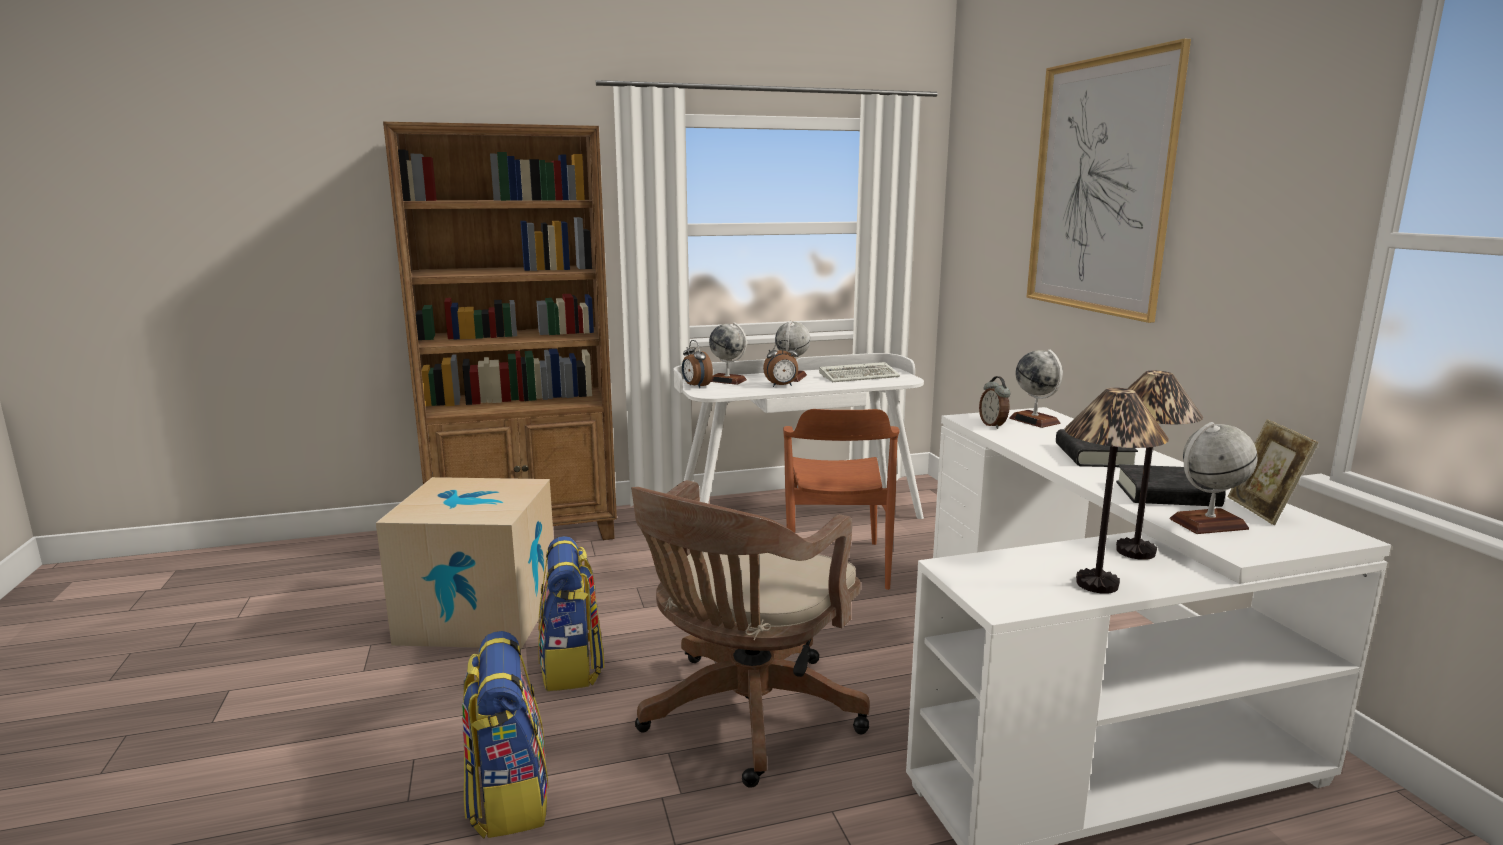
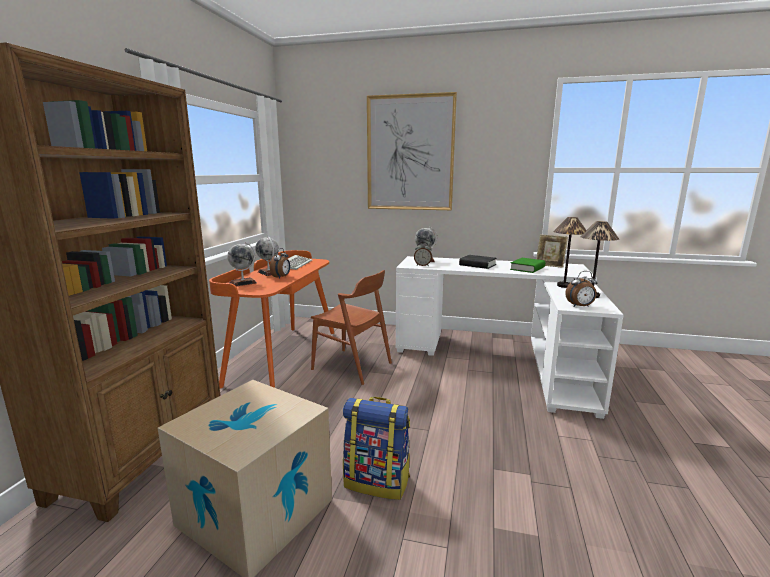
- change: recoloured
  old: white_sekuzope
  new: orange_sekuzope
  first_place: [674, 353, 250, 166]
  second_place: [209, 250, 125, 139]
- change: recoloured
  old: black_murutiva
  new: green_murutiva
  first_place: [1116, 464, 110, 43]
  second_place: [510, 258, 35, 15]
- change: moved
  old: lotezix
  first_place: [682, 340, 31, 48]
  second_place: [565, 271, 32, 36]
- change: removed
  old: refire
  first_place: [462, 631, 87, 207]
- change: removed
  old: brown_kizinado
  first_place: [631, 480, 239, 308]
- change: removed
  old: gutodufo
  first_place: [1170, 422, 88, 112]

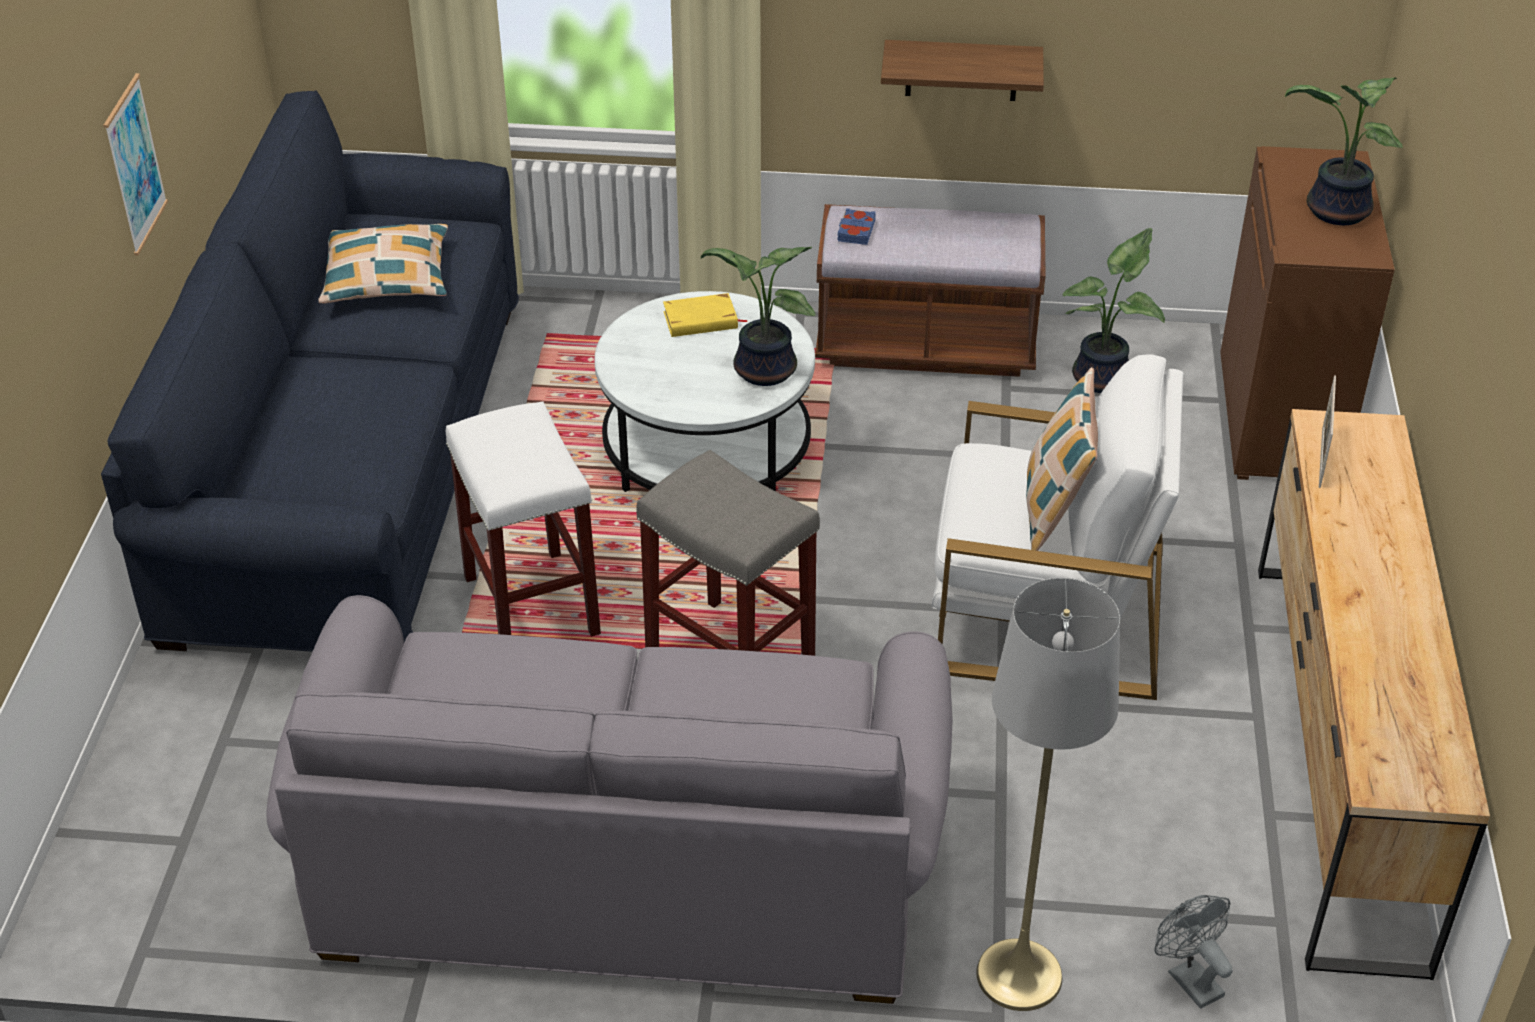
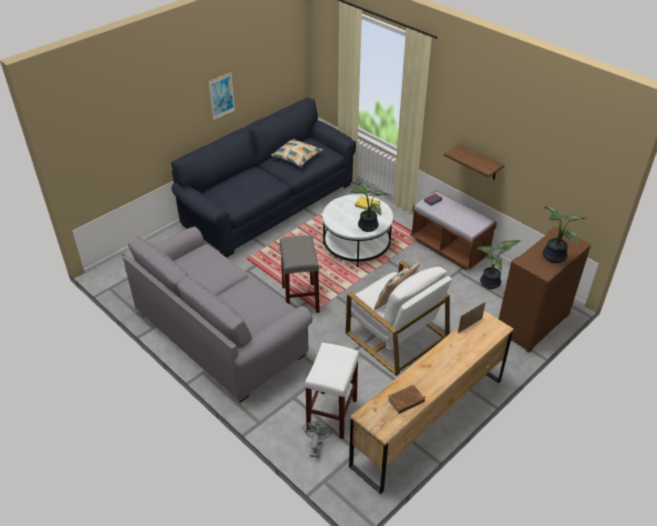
- change: moved
  old: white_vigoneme
  first_place: [446, 402, 155, 235]
  second_place: [304, 343, 55, 96]
- change: added
  new: brown_murutiva
  second_place: [388, 385, 38, 29]
- change: removed
  old: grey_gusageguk
  first_place: [976, 578, 144, 433]

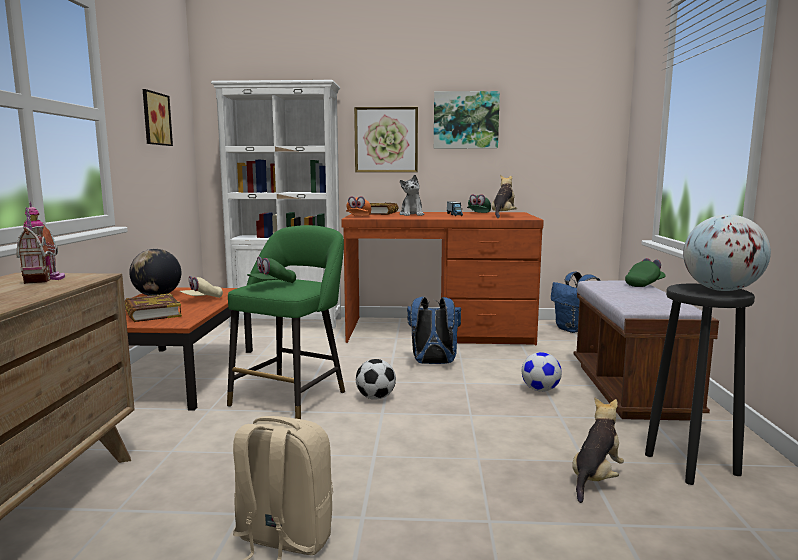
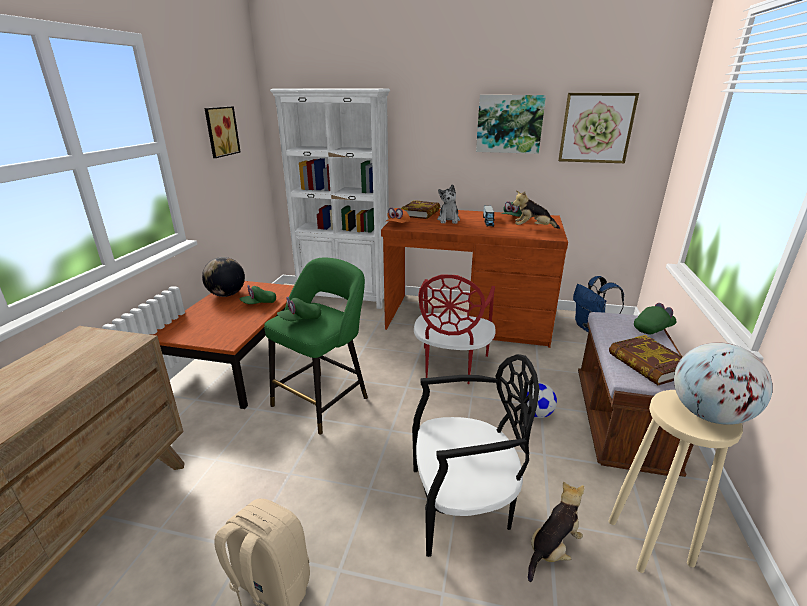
- change: recoloured
  old: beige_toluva
  new: green_toluva
  first_place: [179, 276, 44, 22]
  second_place: [239, 285, 37, 19]
- change: added
  new: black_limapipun
  second_place: [412, 354, 127, 203]
- change: replaced
  old: blue_refire
  new: red_limapipun
  first_place: [407, 297, 54, 67]
  second_place: [414, 274, 82, 110]
- change: turned
  old: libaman
  first_place: [491, 175, 26, 43]
  second_place: [513, 190, 47, 39]
  degrees: -120
- change: moved
  old: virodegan
  first_place: [354, 107, 64, 65]
  second_place: [558, 93, 81, 70]
- change: moved
  old: murutiva
  first_place: [125, 294, 57, 28]
  second_place: [609, 335, 74, 50]
- change: recoloured
  old: black_vigoneme
  new: beige_vigoneme
  first_place: [645, 283, 110, 202]
  second_place: [609, 390, 134, 183]
- change: removed
  old: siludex
  first_place: [16, 202, 49, 82]
- change: removed
  old: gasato
  first_place: [356, 359, 40, 41]

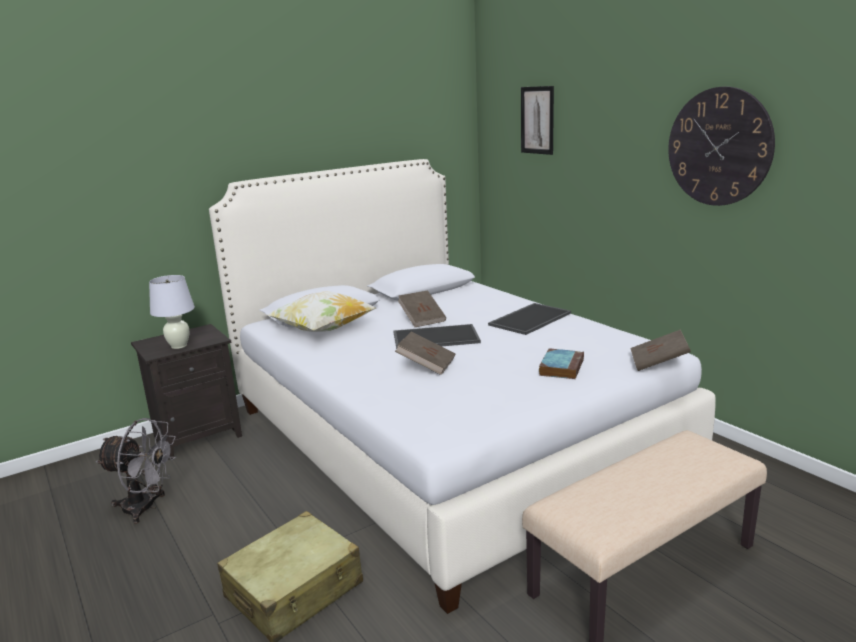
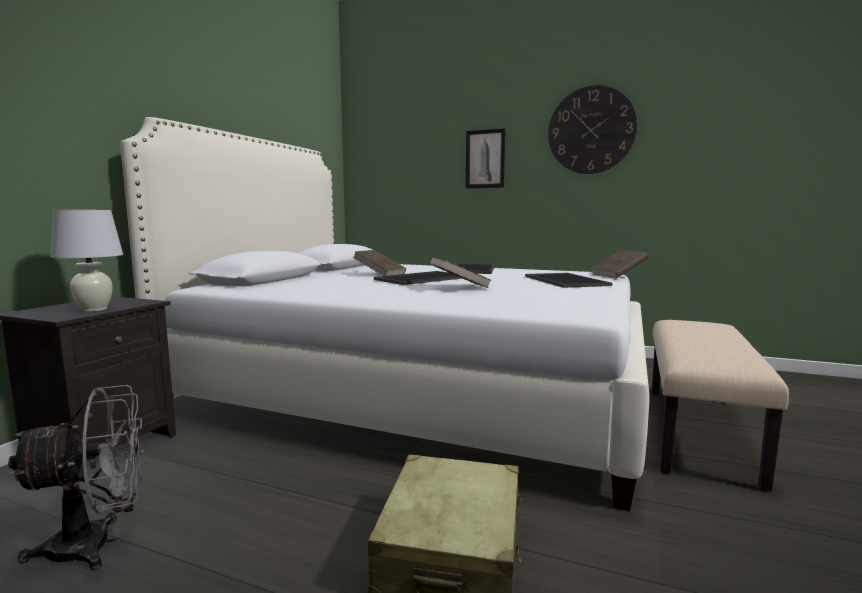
- change: moved
  old: virodegan
  first_place: [521, 86, 33, 69]
  second_place: [466, 128, 39, 60]
- change: replaced
  old: murutiva
  new: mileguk
  first_place: [539, 348, 45, 31]
  second_place: [525, 273, 87, 15]
- change: removed
  old: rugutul
  first_place: [268, 291, 108, 41]

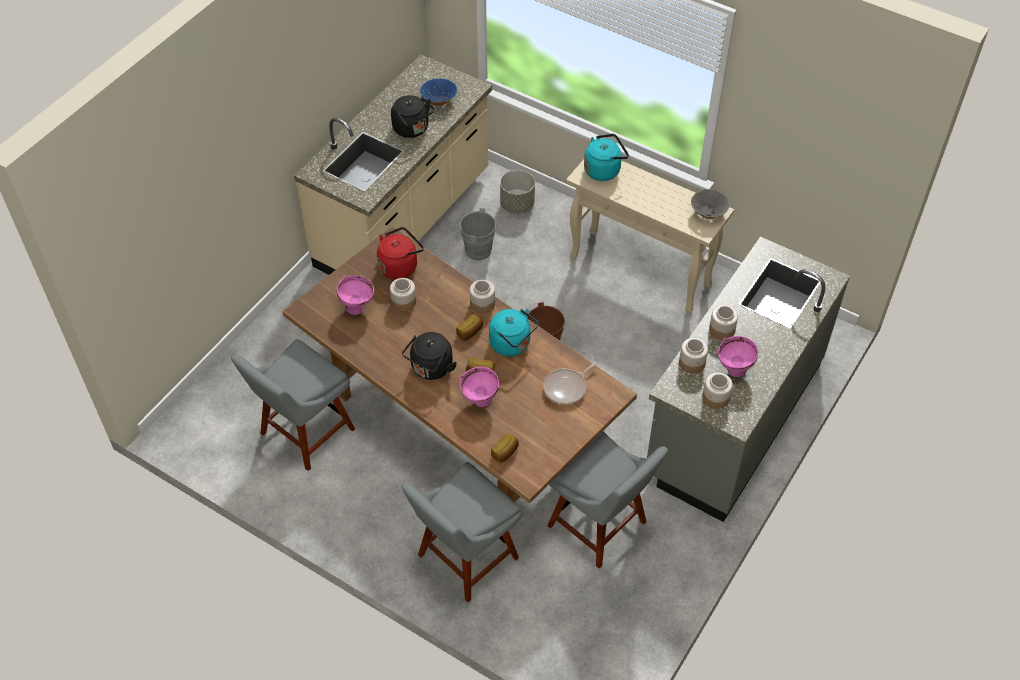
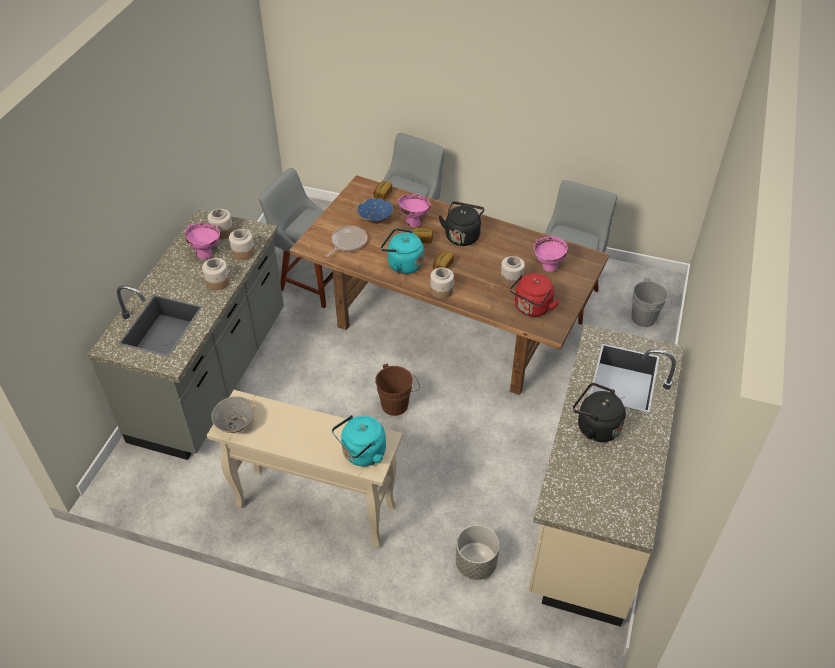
- change: moved
  old: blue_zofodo
  first_place: [420, 78, 37, 28]
  second_place: [358, 198, 35, 26]
- change: moved
  old: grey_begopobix
  first_place: [454, 208, 42, 53]
  second_place: [632, 278, 40, 49]

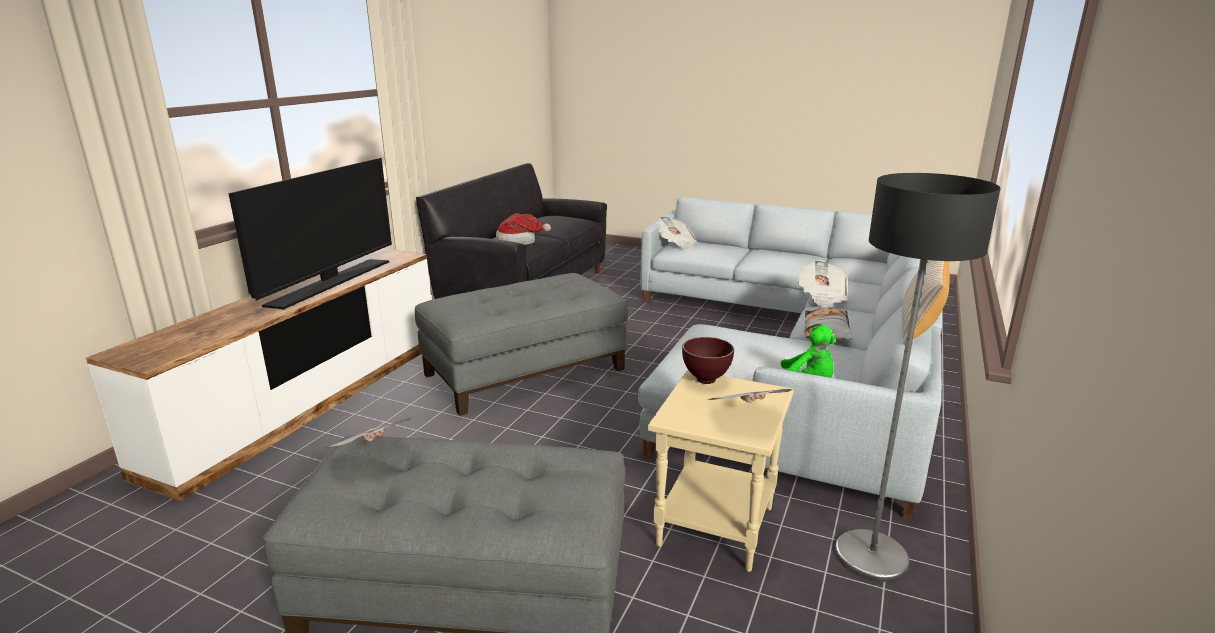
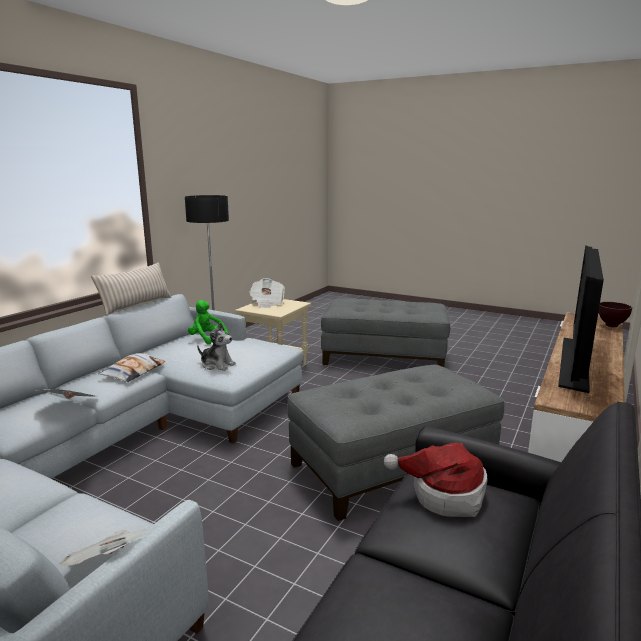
- change: added
  new: libaman
  second_place: [197, 323, 39, 48]
- change: moved
  old: brown_zofodo
  first_place: [682, 337, 52, 47]
  second_place: [598, 302, 34, 25]
- change: removed
  old: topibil
  first_place: [325, 418, 86, 31]

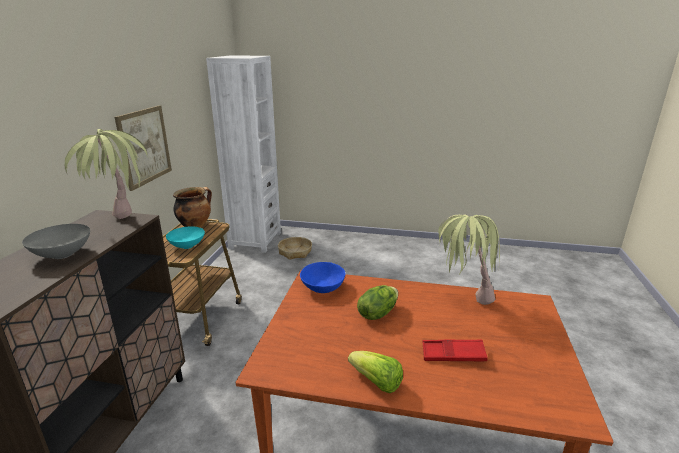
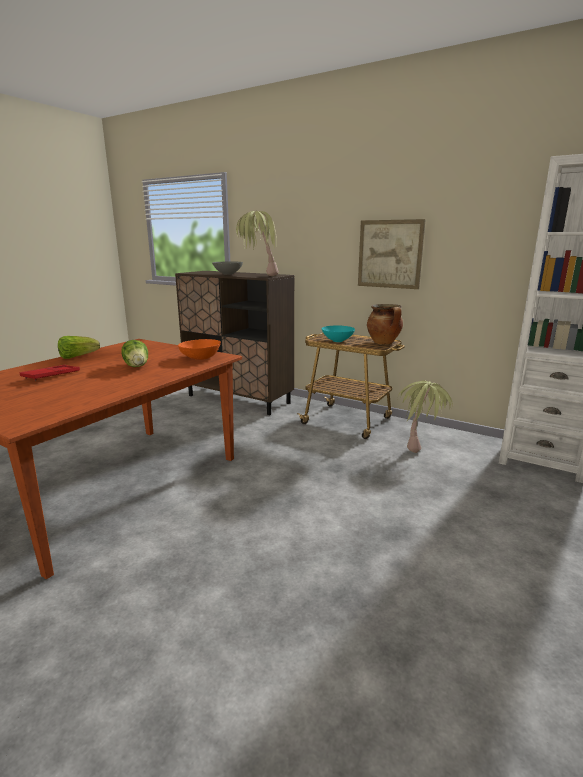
- change: recoloured
  old: blue_zofodo
  new: orange_zofodo
  first_place: [300, 262, 45, 31]
  second_place: [178, 339, 43, 21]
- change: moved
  old: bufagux
  first_place: [438, 214, 62, 91]
  second_place: [398, 380, 55, 73]
- change: removed
  old: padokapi
  first_place: [278, 237, 34, 23]

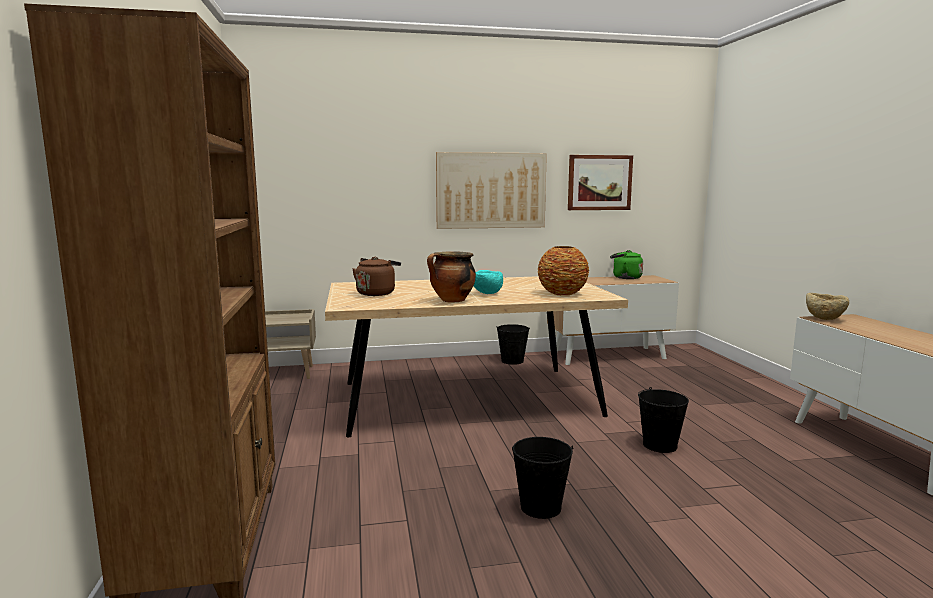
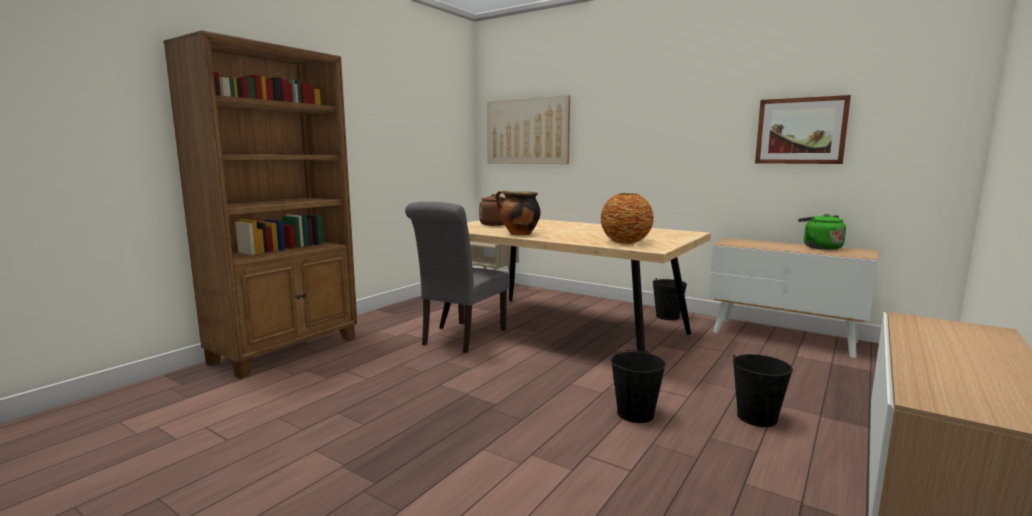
- change: added
  new: grey_limapipun
  second_place: [405, 202, 105, 151]
- change: moved
  old: virodegan
  first_place: [436, 152, 111, 77]
  second_place: [487, 95, 83, 69]
- change: moved
  old: black_begopobix
  first_place: [512, 437, 62, 82]
  second_place: [733, 354, 60, 73]
- change: removed
  old: turquoise_zofodo
  first_place: [473, 270, 30, 24]
- change: removed
  old: beige_zofodo
  first_place: [806, 293, 43, 27]

